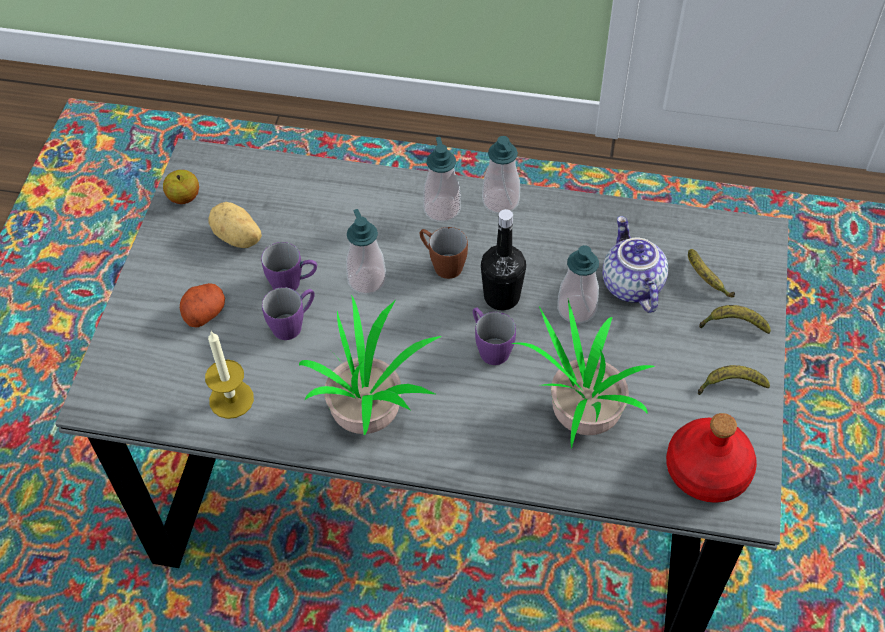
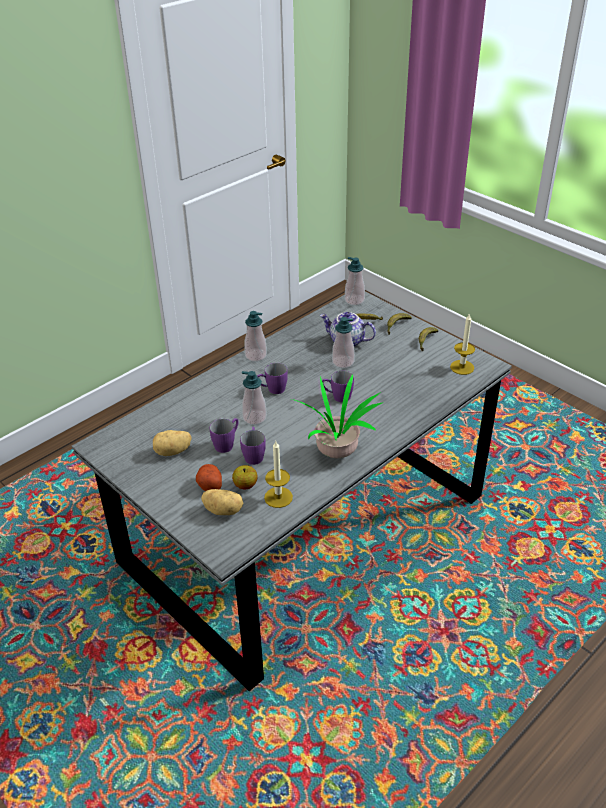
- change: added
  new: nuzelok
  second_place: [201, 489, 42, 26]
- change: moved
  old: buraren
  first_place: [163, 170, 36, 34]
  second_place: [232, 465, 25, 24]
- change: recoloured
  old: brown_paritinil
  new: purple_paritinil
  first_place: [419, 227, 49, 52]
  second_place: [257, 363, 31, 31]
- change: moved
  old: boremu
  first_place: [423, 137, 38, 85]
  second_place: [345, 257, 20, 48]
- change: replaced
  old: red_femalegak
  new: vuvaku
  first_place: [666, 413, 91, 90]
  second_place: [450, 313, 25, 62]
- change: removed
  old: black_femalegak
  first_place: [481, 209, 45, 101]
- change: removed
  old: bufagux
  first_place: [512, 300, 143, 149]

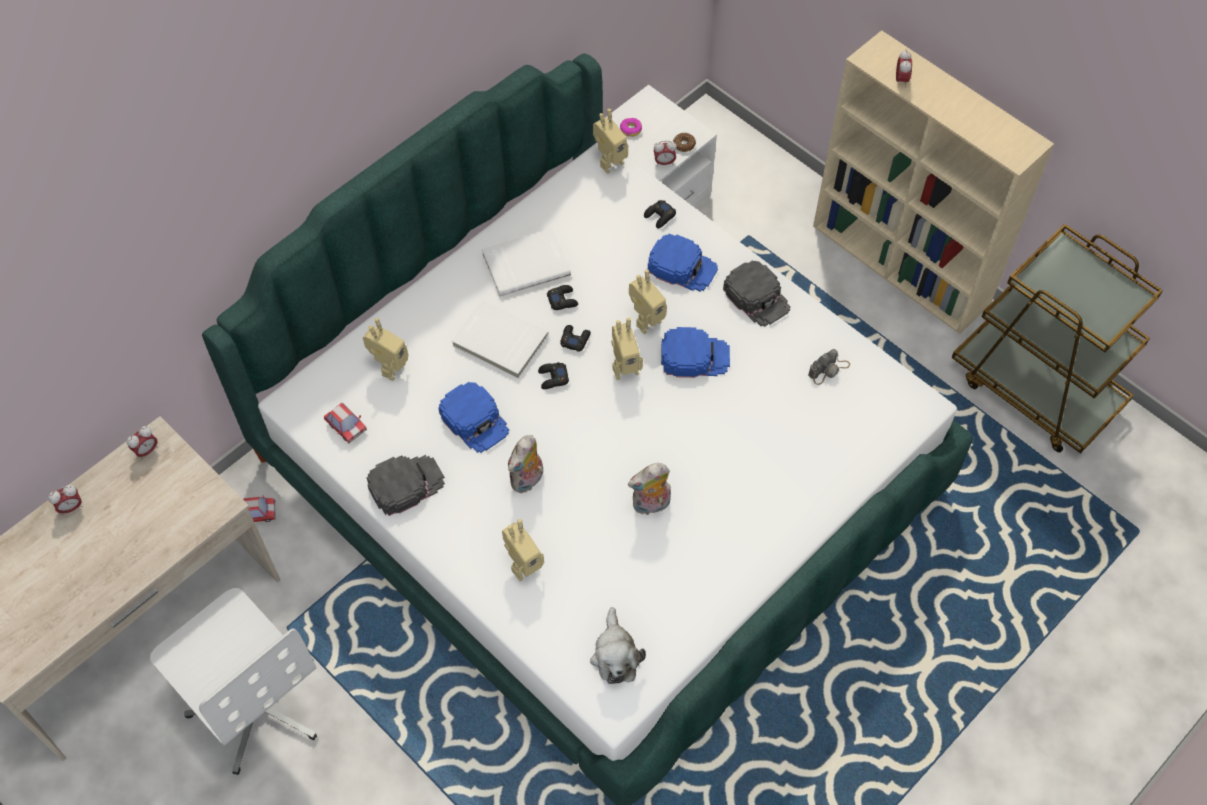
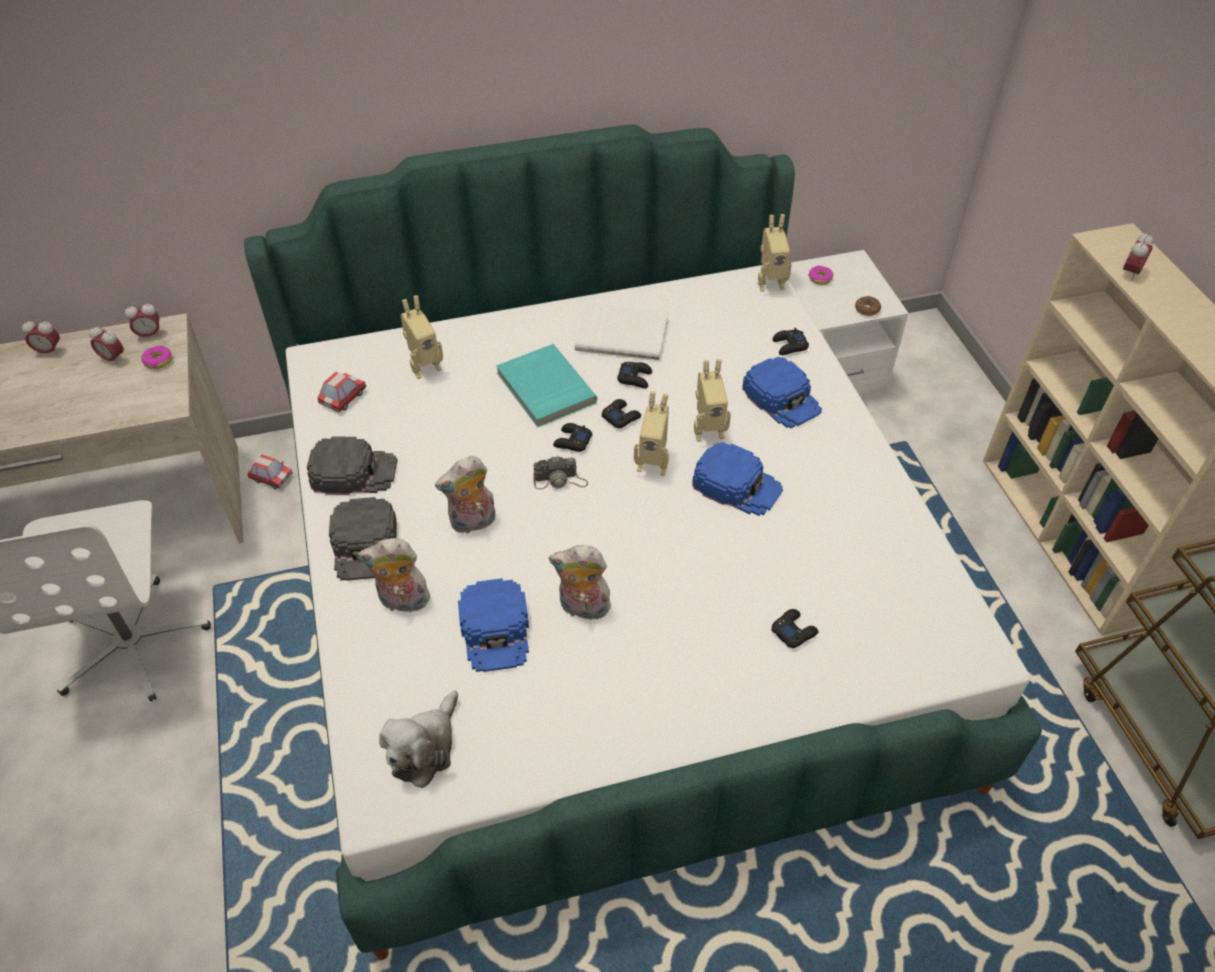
- change: moved
  old: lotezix
  first_place: [654, 141, 23, 25]
  second_place: [89, 325, 35, 40]
- change: added
  new: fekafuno
  second_place: [141, 346, 31, 23]
- change: turned
  old: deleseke
  first_place: [324, 403, 43, 41]
  second_place: [317, 372, 50, 41]
  degrees: -135
- change: moved
  old: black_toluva
  first_place: [723, 261, 68, 66]
  second_place: [329, 497, 68, 84]
- change: replaced
  old: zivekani
  new: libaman
  first_place: [502, 519, 42, 62]
  second_place: [358, 538, 72, 78]
- change: moved
  old: blue_toluva
  first_place: [438, 382, 71, 71]
  second_place: [458, 578, 71, 94]
- change: recoloured
  old: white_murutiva
  new: turquoise_murutiva
  first_place: [452, 300, 97, 79]
  second_place: [496, 344, 101, 83]
- change: moved
  old: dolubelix
  first_place: [808, 349, 42, 36]
  second_place: [533, 456, 55, 33]
- change: added
  new: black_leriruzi
  second_place: [771, 609, 47, 39]

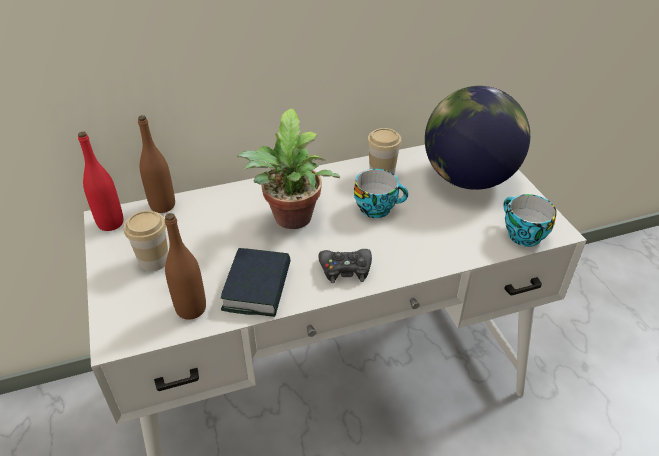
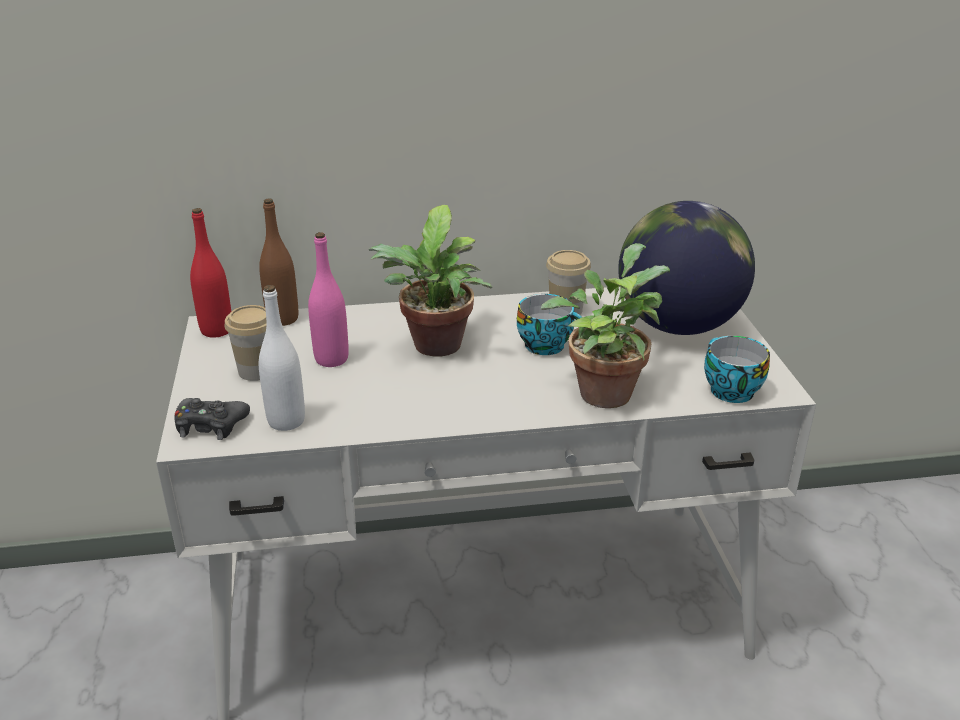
- change: moved
  old: black_leriruzi
  first_place: [318, 249, 54, 34]
  second_place: [175, 398, 75, 42]
- change: recoloured
  old: brown_femalegak
  new: white_femalegak
  first_place: [165, 213, 41, 107]
  second_place: [259, 285, 46, 146]
- change: added
  new: pink_femalegak
  second_place: [308, 232, 41, 135]
- change: added
  new: bufagux
  second_place: [541, 243, 129, 165]
- change: removed
  old: murutiva
  first_place: [221, 248, 69, 69]

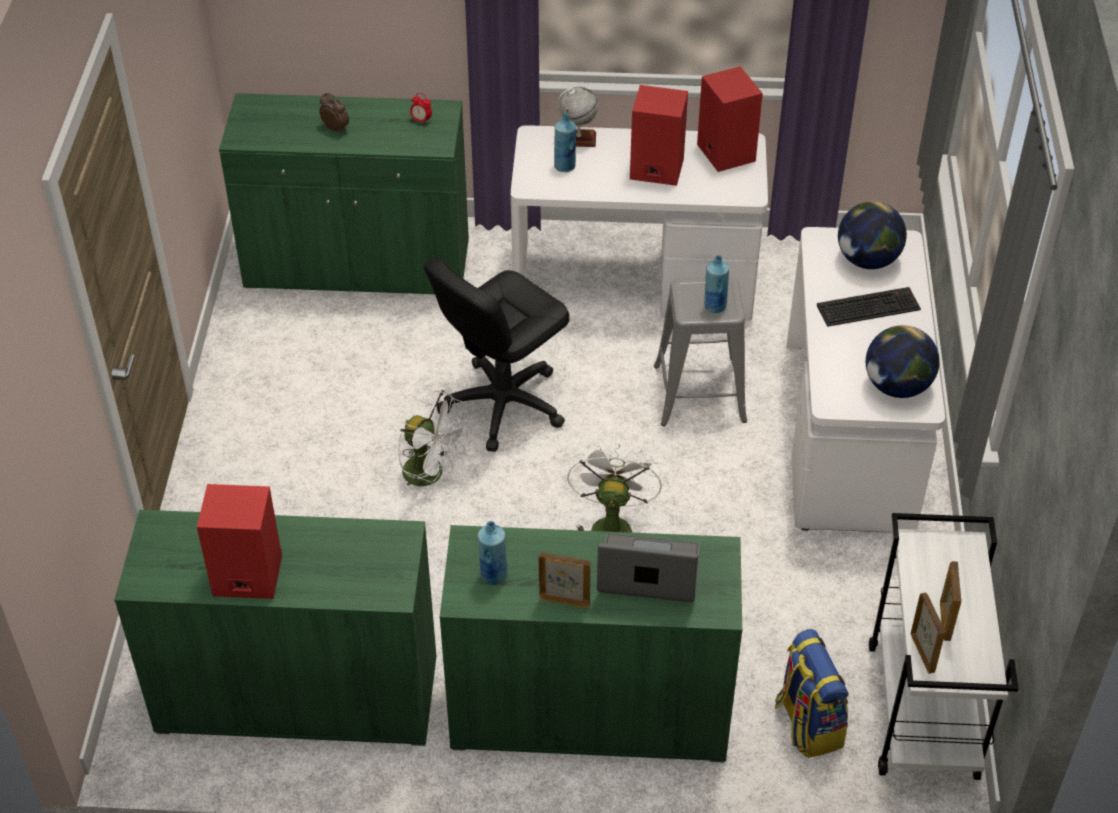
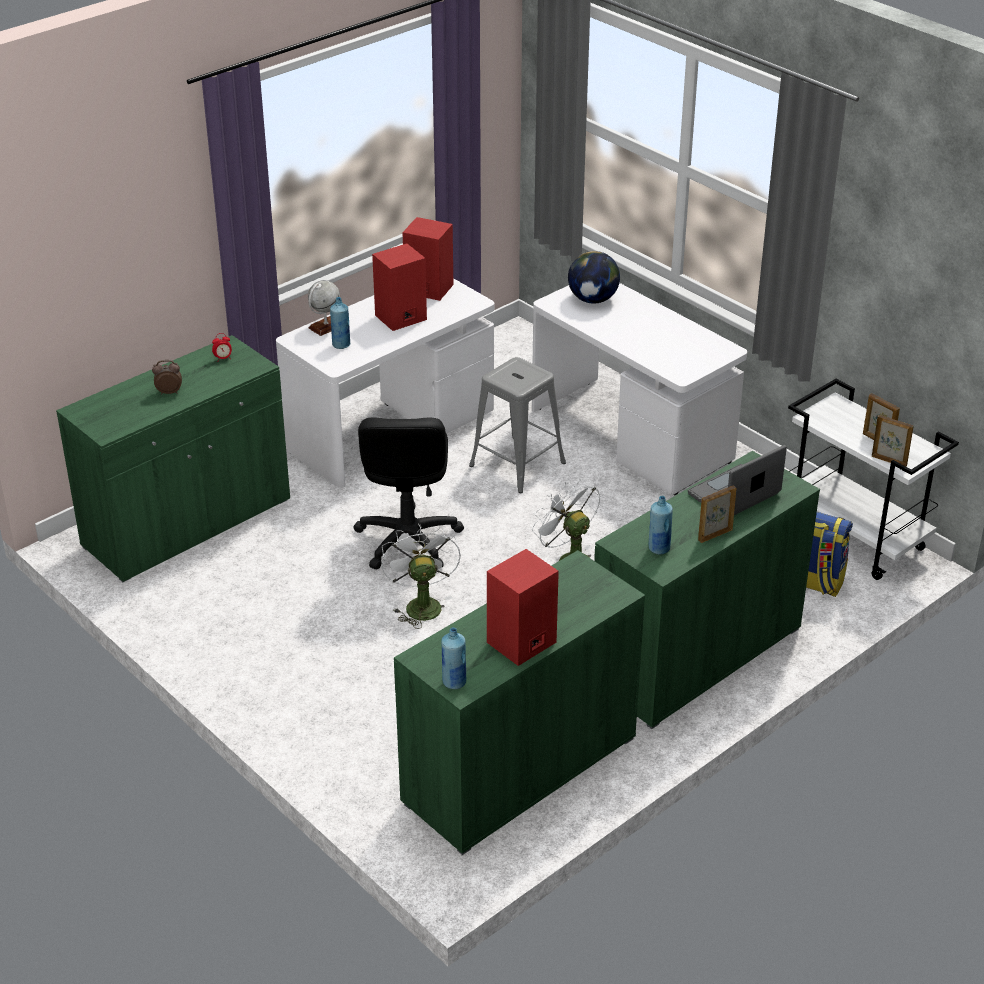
- change: turned
  old: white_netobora
  first_place: [398, 390, 72, 110]
  second_place: [381, 524, 80, 105]
  degrees: -90
- change: moved
  old: blue_femalegak
  first_place: [704, 255, 25, 58]
  second_place: [441, 627, 25, 62]
- change: removed
  old: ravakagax
  first_place: [816, 287, 105, 40]
- change: removed
  old: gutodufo
  first_place: [866, 325, 74, 73]

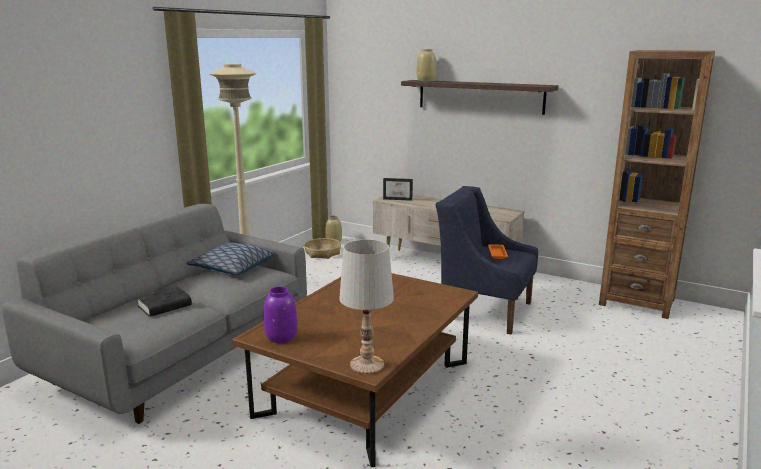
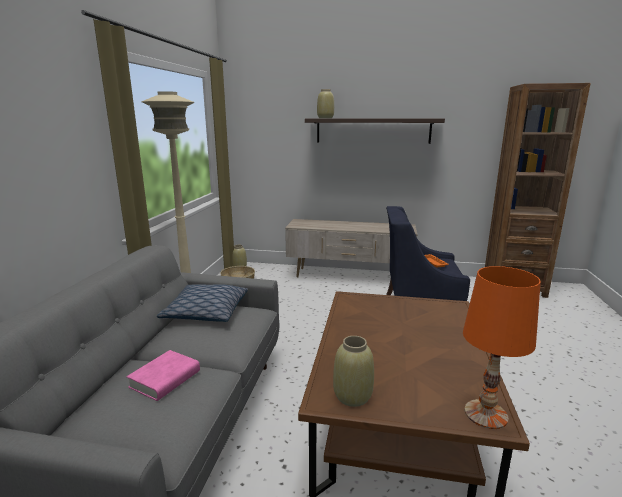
- change: recoloured
  old: black_murutiva
  new: pink_murutiva
  first_place: [137, 287, 55, 30]
  second_place: [127, 350, 73, 51]
- change: recoloured
  old: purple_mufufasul
  new: beige_mufufasul
  first_place: [264, 286, 33, 57]
  second_place: [333, 336, 41, 71]
- change: recoloured
  old: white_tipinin
  new: orange_tipinin
  first_place: [339, 239, 55, 135]
  second_place: [463, 266, 78, 163]
- change: removed
  old: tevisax
  first_place: [383, 178, 30, 23]

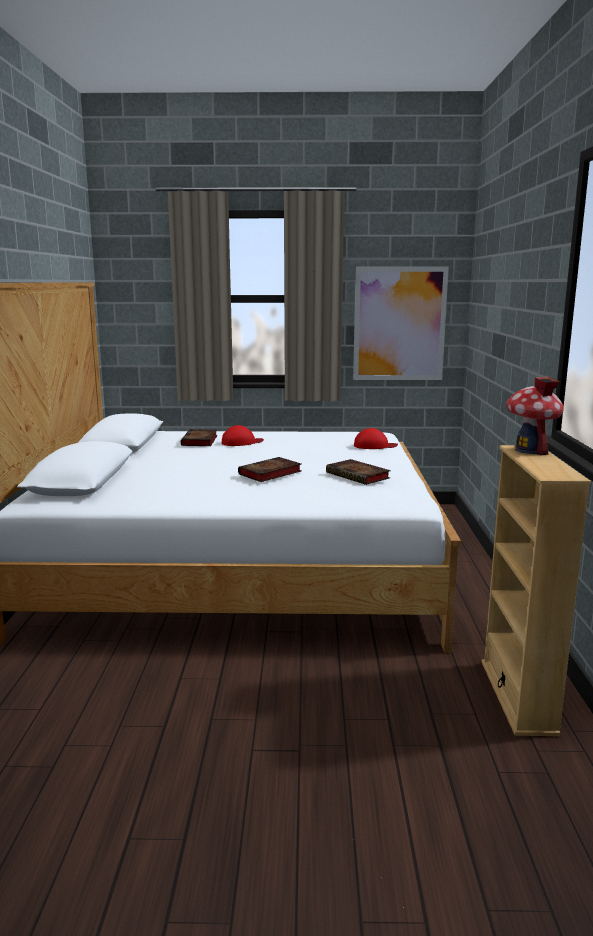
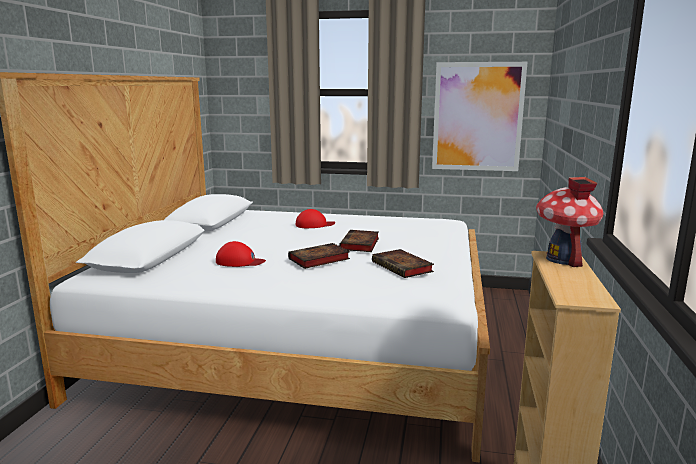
- change: moved
  old: red_toluva
  first_place: [354, 428, 44, 21]
  second_place: [216, 241, 50, 26]
- change: moved
  old: murutiva
  first_place: [181, 429, 36, 17]
  second_place: [339, 230, 40, 22]

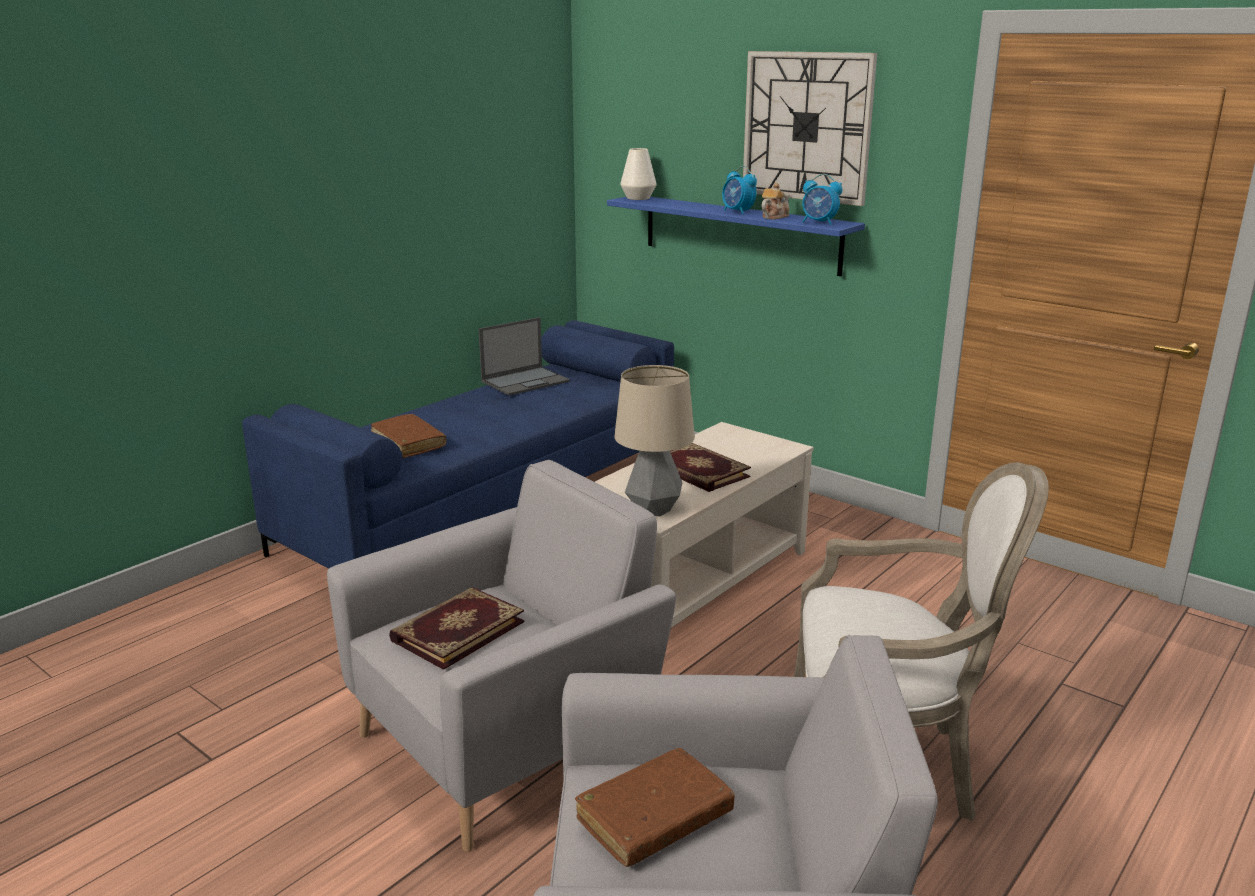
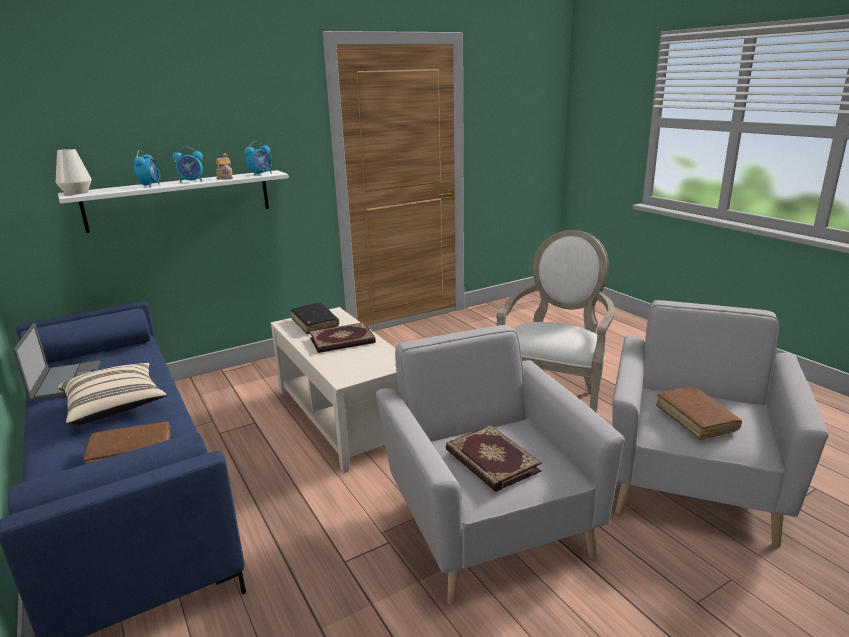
- change: recoloured
  old: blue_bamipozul
  new: white_bamipozul
  first_place: [607, 197, 258, 79]
  second_place: [58, 170, 231, 63]
- change: added
  new: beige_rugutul
  second_place: [58, 363, 109, 62]
- change: added
  new: lotezix
  second_place: [133, 150, 28, 38]
- change: added
  new: black_murutiva
  second_place: [291, 303, 48, 31]
- change: removed
  old: tipinin
  first_place: [614, 365, 81, 151]
- change: removed
  old: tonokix
  first_place: [743, 51, 134, 155]

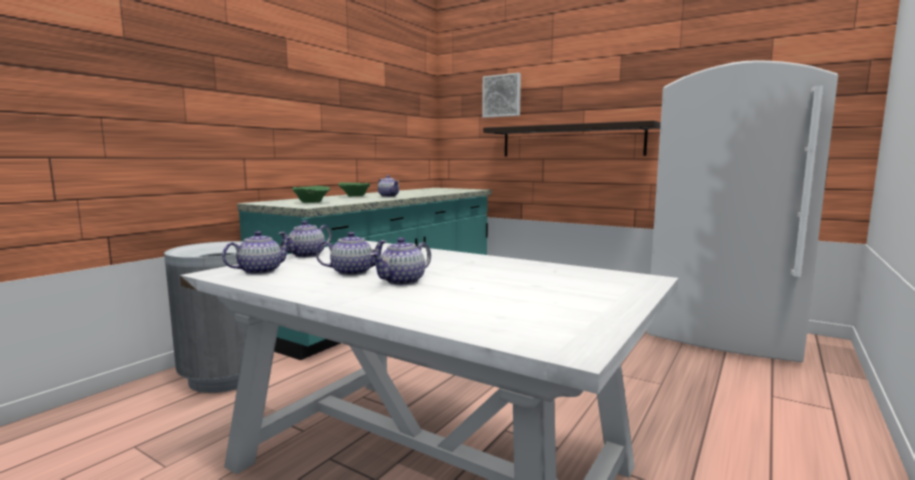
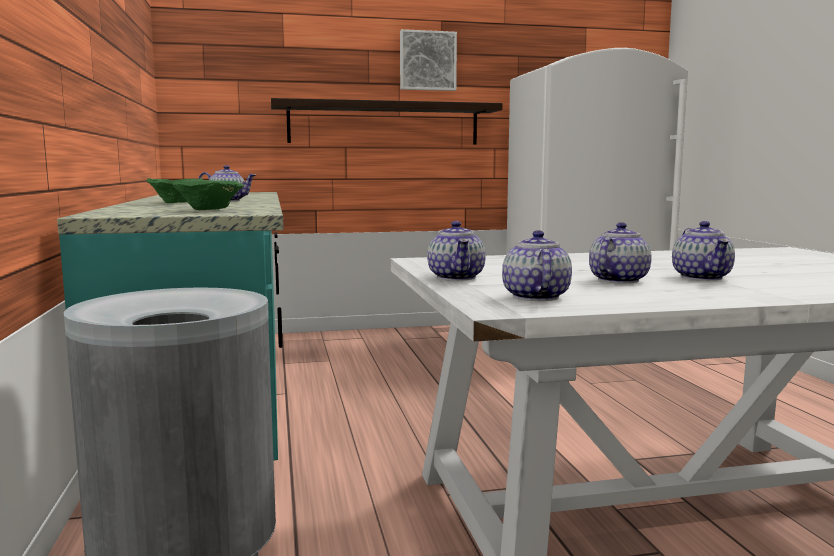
- change: moved
  old: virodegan
  first_place: [482, 73, 39, 45]
  second_place: [400, 29, 57, 62]

